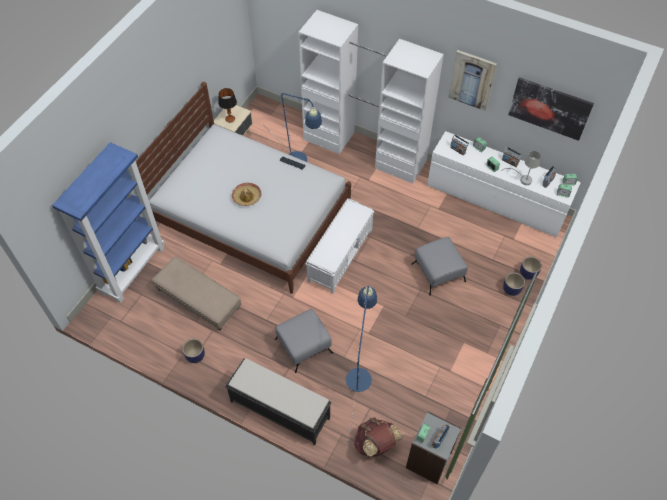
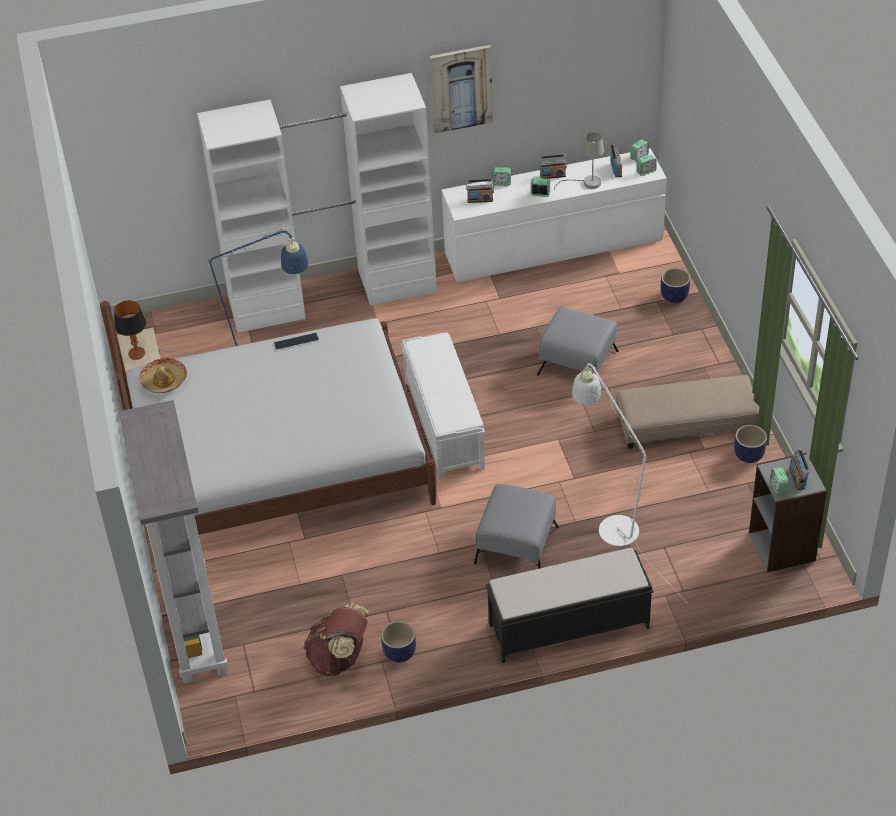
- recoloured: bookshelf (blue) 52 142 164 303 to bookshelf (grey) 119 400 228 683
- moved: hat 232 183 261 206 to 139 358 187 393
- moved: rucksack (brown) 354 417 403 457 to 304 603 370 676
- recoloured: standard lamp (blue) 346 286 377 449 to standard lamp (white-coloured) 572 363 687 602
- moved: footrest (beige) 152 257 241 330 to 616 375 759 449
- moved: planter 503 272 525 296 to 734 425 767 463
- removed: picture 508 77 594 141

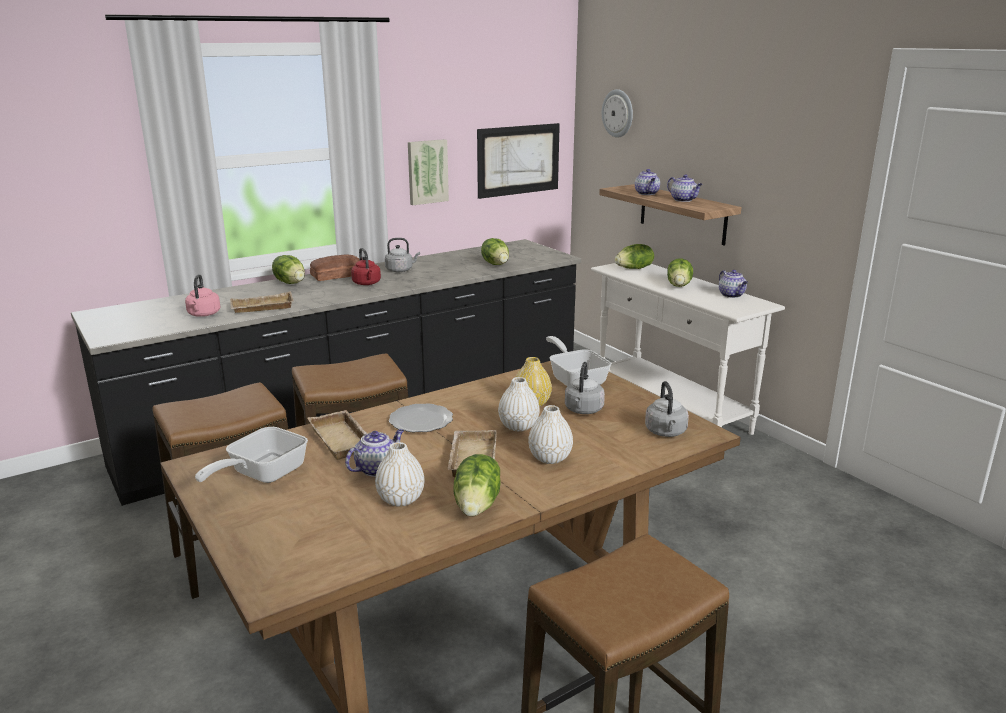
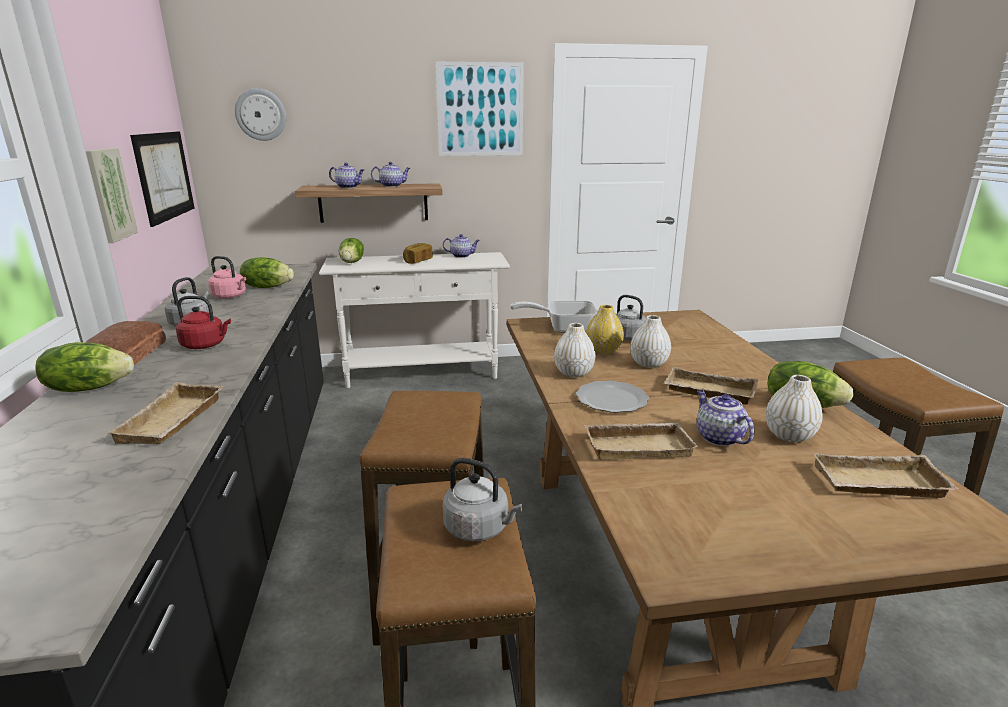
- moved: water kettle (pink-coloured) 185 274 220 317 to 208 256 246 299
- replaced: lettuce head 667 258 693 287 to bread 403 243 433 264
- added: picture 435 62 524 156
- moved: water kettle (grey) 645 381 689 437 to 443 458 523 541
- moved: flower vase (white-coloured) 528 405 573 464 to 554 323 595 377
- added: serving tray (beige) 813 452 958 498
- removed: frying pan 195 427 308 483

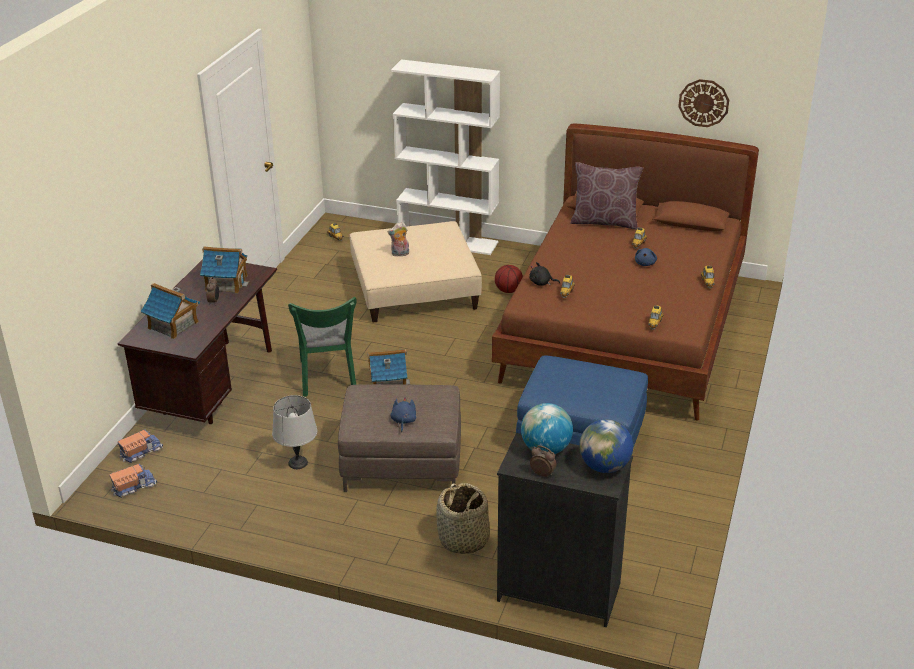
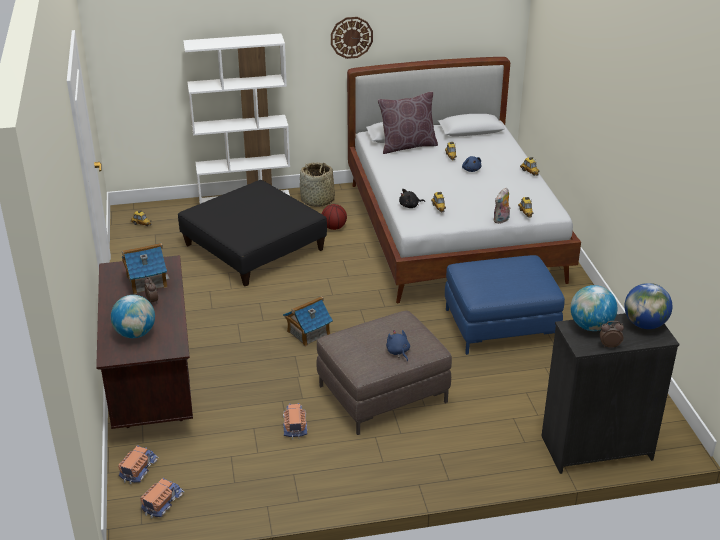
- replaced: toy house 141 283 200 339 to desk globe 111 295 155 338
- recoloured: footrest (beige) 350 221 482 323 to footrest (black-coloured) 178 180 327 287
- replaced: table lamp (grey) 272 395 317 469 to toy lorry 283 403 308 440
- moved: basket 436 483 490 554 to 300 162 335 207
- moved: wall clock 678 79 729 127 to 331 17 373 59
- recoloured: bedroom bed (brown) 492 123 759 421 to bedroom bed (white-coloured) 347 57 581 303
- moved: plush toy 388 222 409 257 to 493 188 510 224
- removed: upright chair (green-coloured) 288 297 357 397

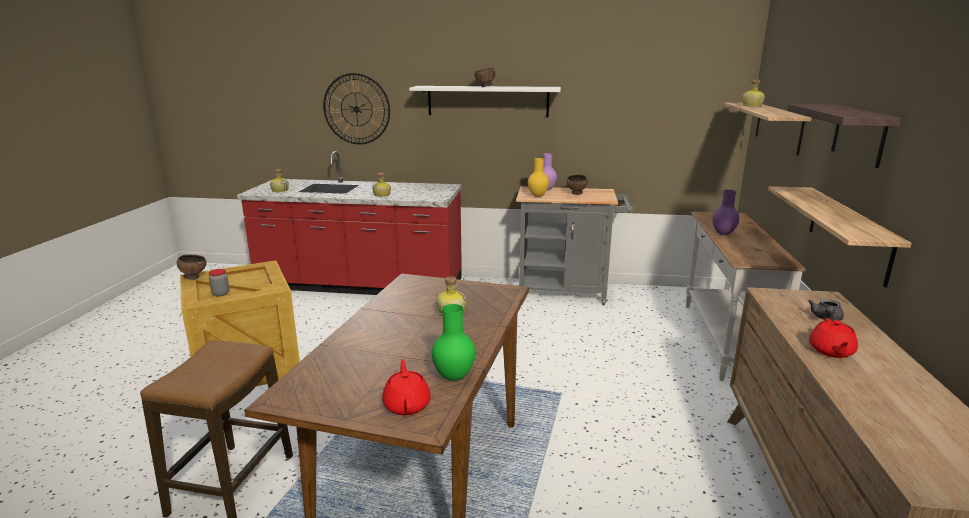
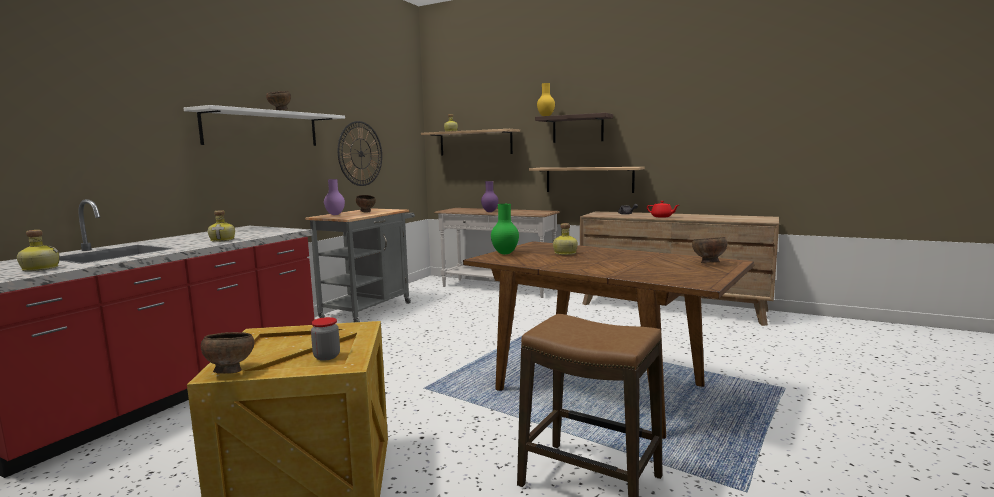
- moved: wall clock 323 73 390 144 to 338 121 382 186
- moved: flower vase (green-coloured) 432 304 475 381 to 491 204 519 254
- moved: flower vase (yellowish) 528 158 549 197 to 537 83 555 116
- replaced: pot for tea (red) 382 360 431 416 to deep dish (brown) 692 237 727 263

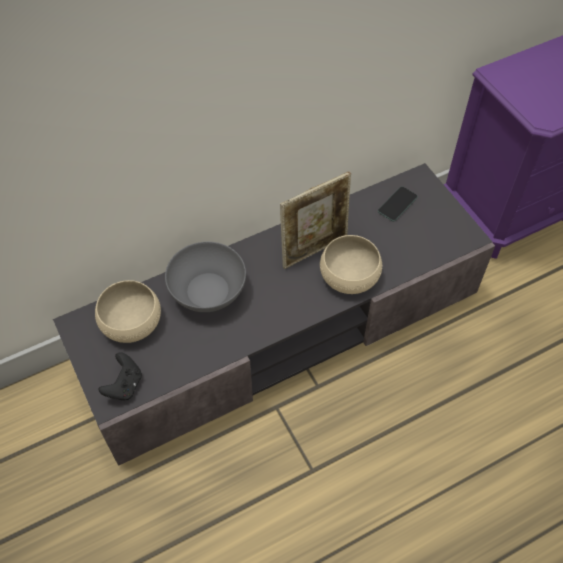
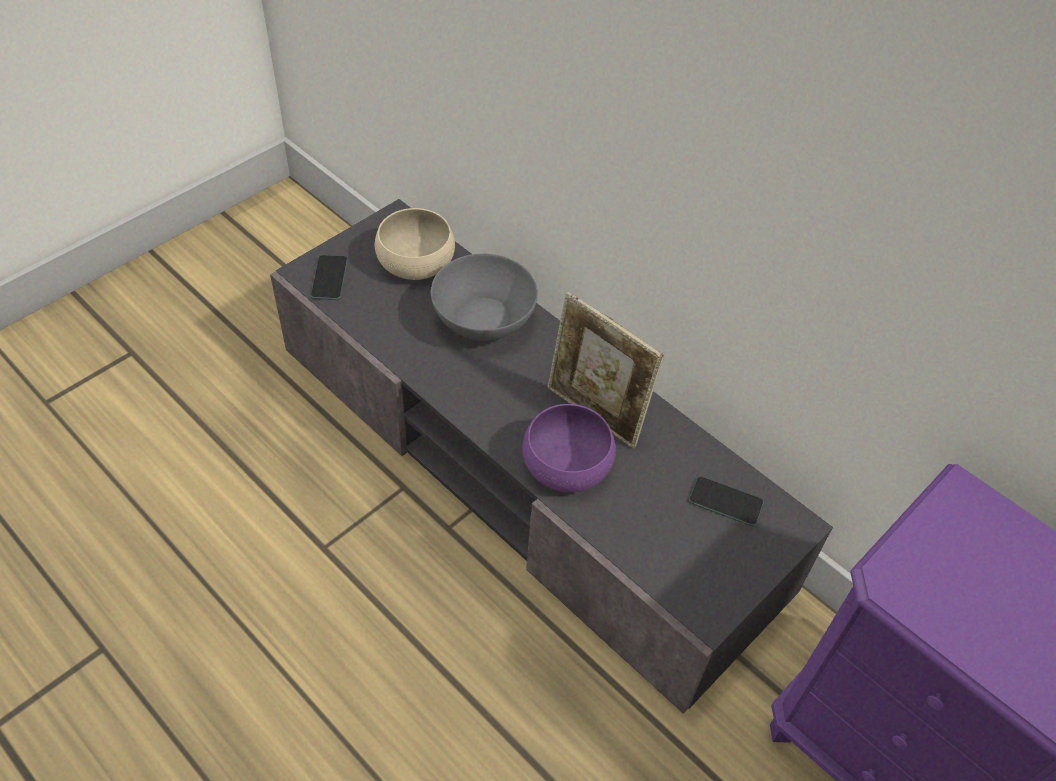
- replaced: game controller (black-coloured) 99 352 142 400 to handset 310 255 348 300
- recoloured: deep dish (beige) 320 235 382 294 to deep dish (purple-coloured) 522 404 616 492

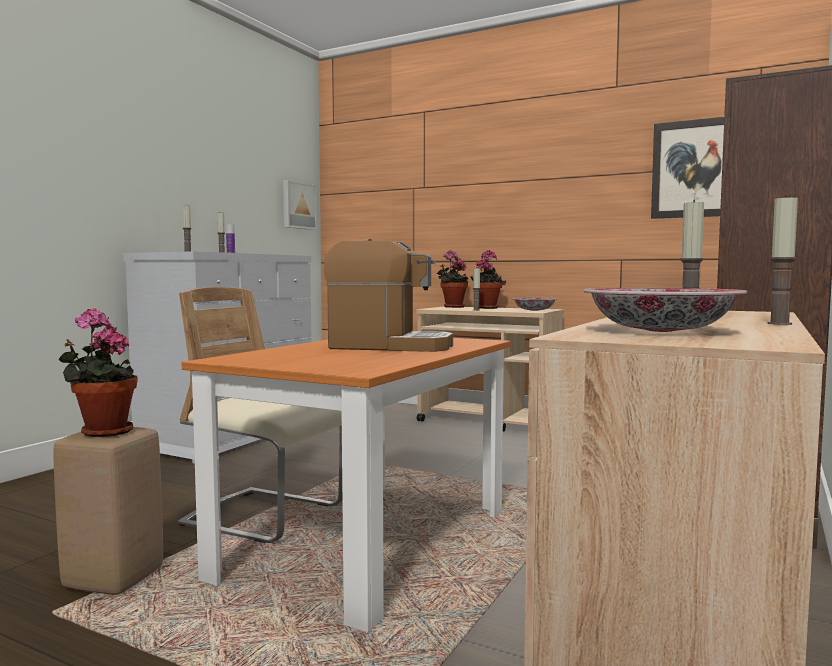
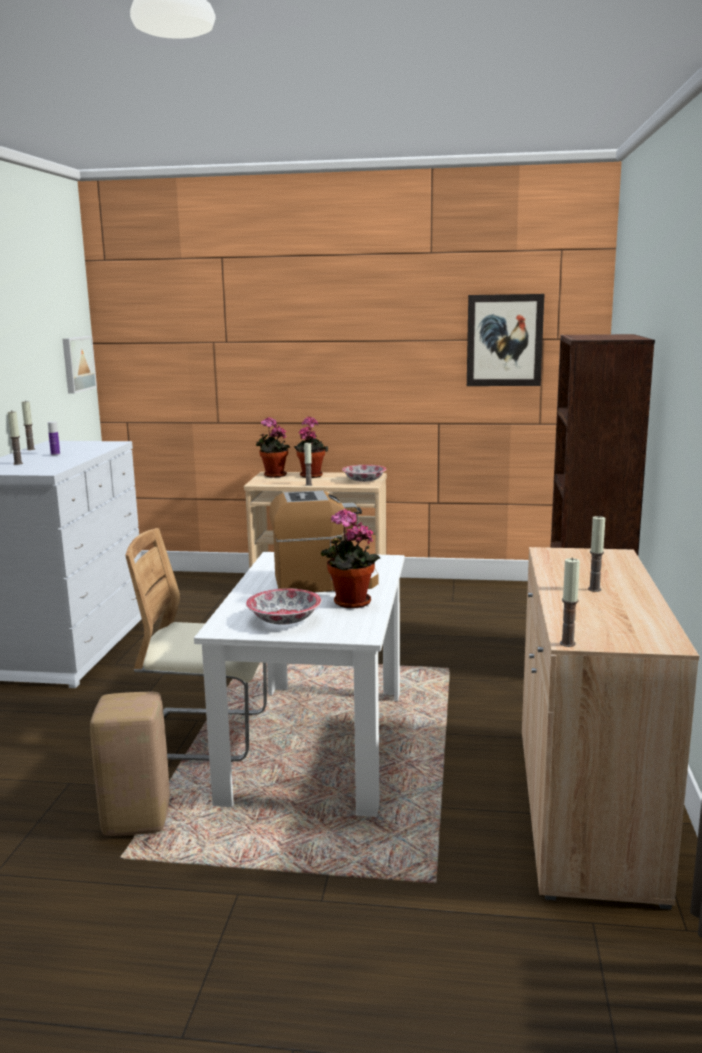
- recoloured: kitchen table (orange-coloured) 182 338 511 632 to kitchen table (white-coloured) 194 552 404 817
- moved: deep dish 583 288 747 332 to 246 589 321 625
- moved: potted plant 58 308 138 437 to 321 509 380 608
- moved: wax candle 768 194 798 325 to 560 557 580 647

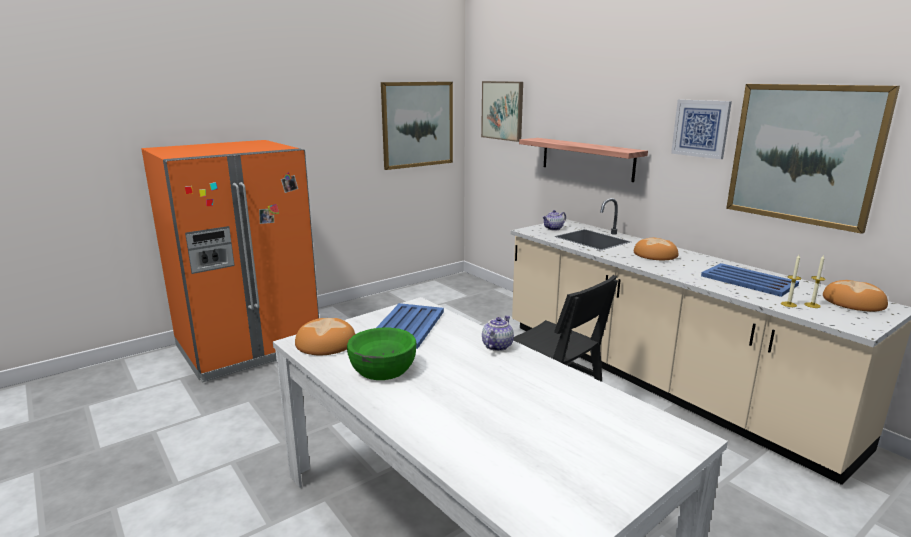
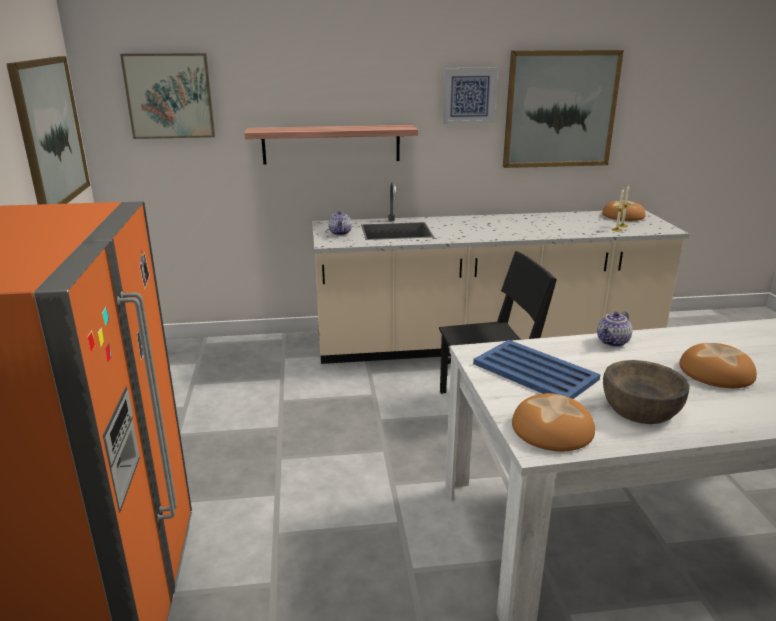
- turned: pot for tea 482 316 514 351 = 597 311 632 347 105 degrees counterclockwise
- recoloured: deep dish (green-coloured) 347 328 416 380 to deep dish (brown) 603 360 690 424
- moved: bread 634 238 678 260 to 679 343 757 388
- removed: serving tray (blue) 701 263 799 297

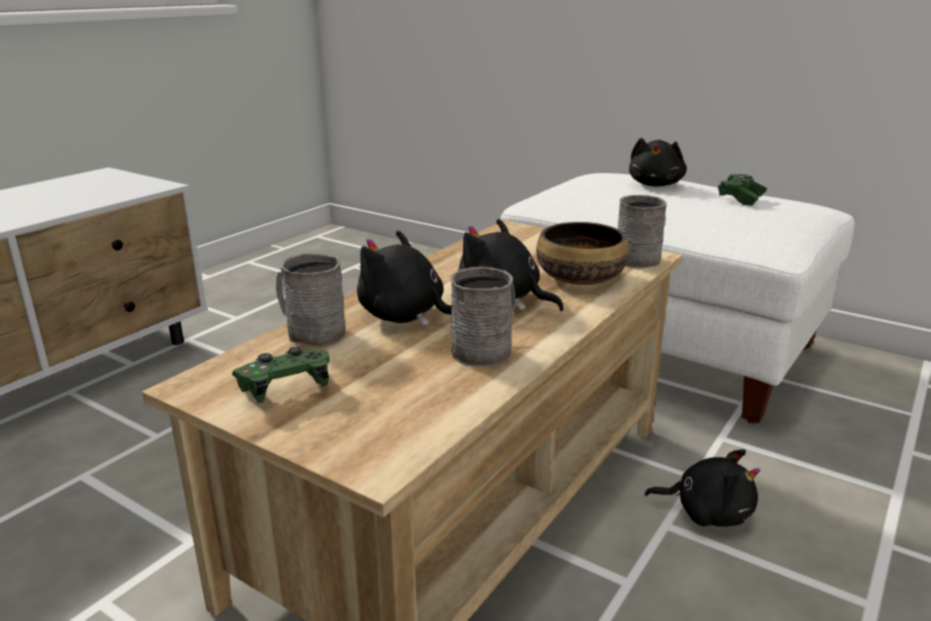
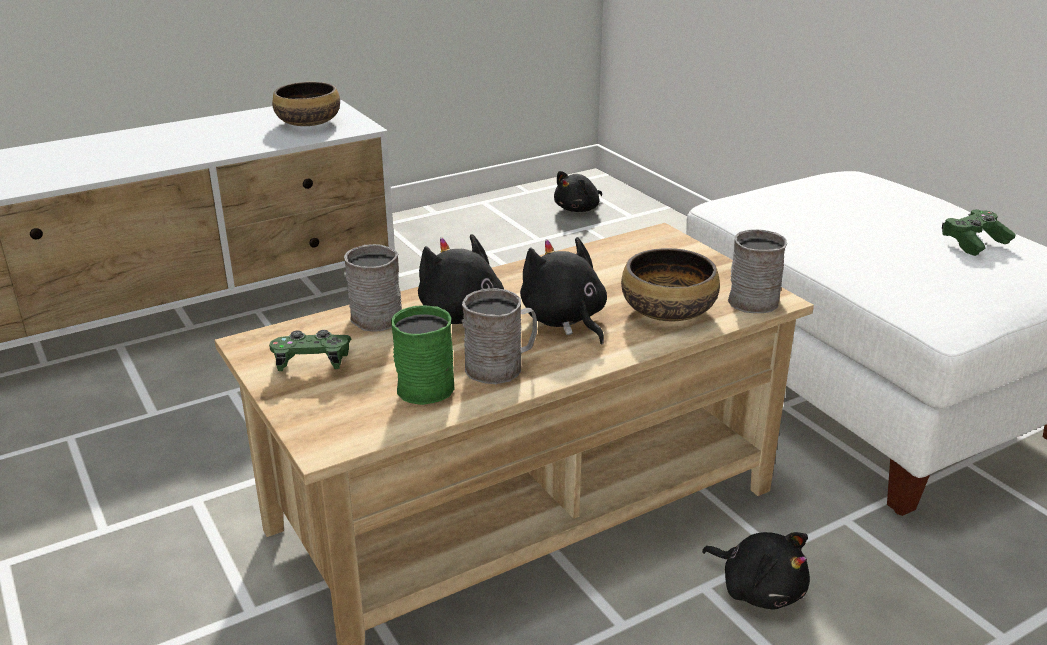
- added: deep dish 272 82 340 126
- added: tea mug (green-coloured) 391 305 455 405
- moved: plush toy (black-coloured) 629 138 687 187 to 554 171 602 212

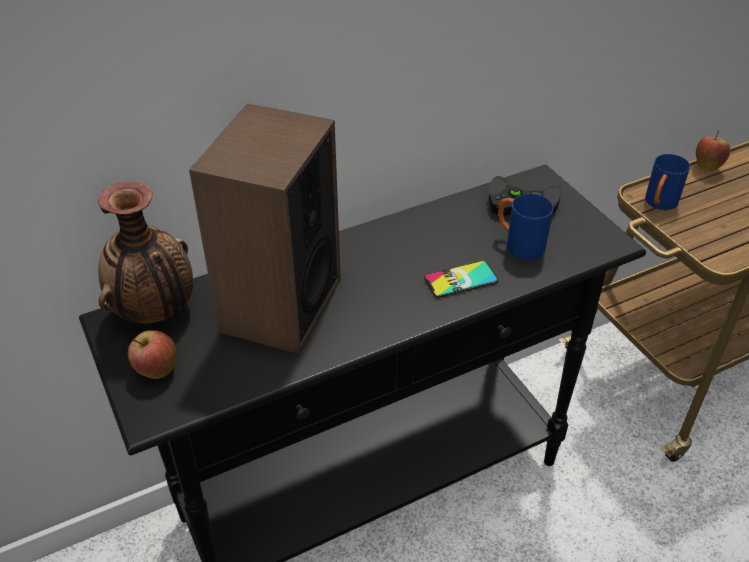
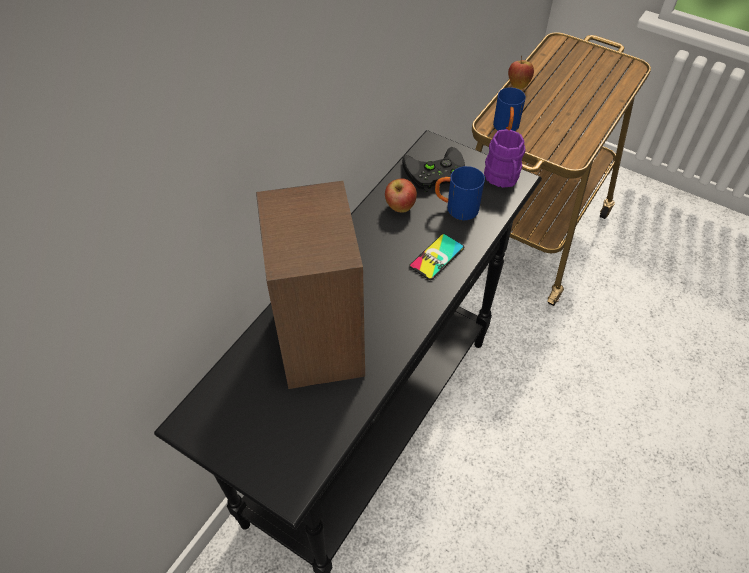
- moved: apple fruit 128 330 176 379 to 385 179 417 213
- added: tea mug (purple-coloured) 484 129 525 188
- removed: flower vase 98 181 193 324

